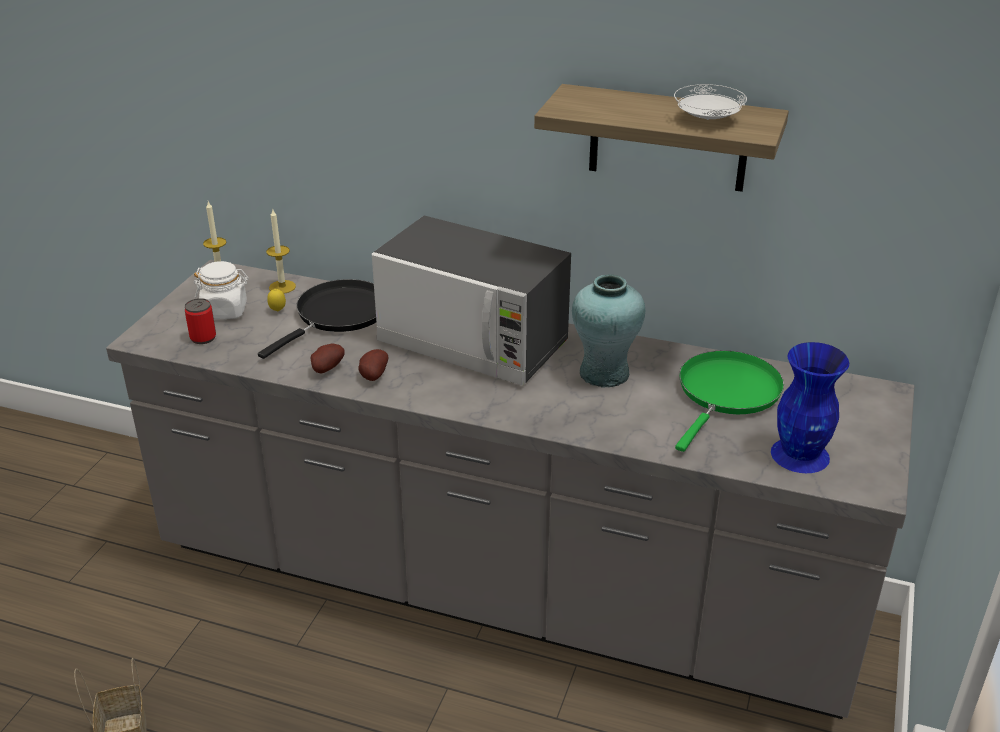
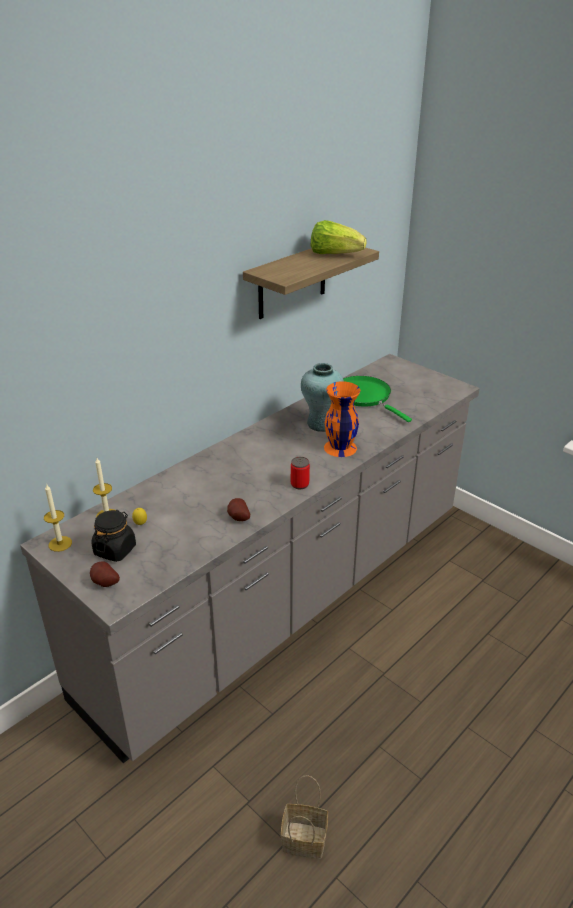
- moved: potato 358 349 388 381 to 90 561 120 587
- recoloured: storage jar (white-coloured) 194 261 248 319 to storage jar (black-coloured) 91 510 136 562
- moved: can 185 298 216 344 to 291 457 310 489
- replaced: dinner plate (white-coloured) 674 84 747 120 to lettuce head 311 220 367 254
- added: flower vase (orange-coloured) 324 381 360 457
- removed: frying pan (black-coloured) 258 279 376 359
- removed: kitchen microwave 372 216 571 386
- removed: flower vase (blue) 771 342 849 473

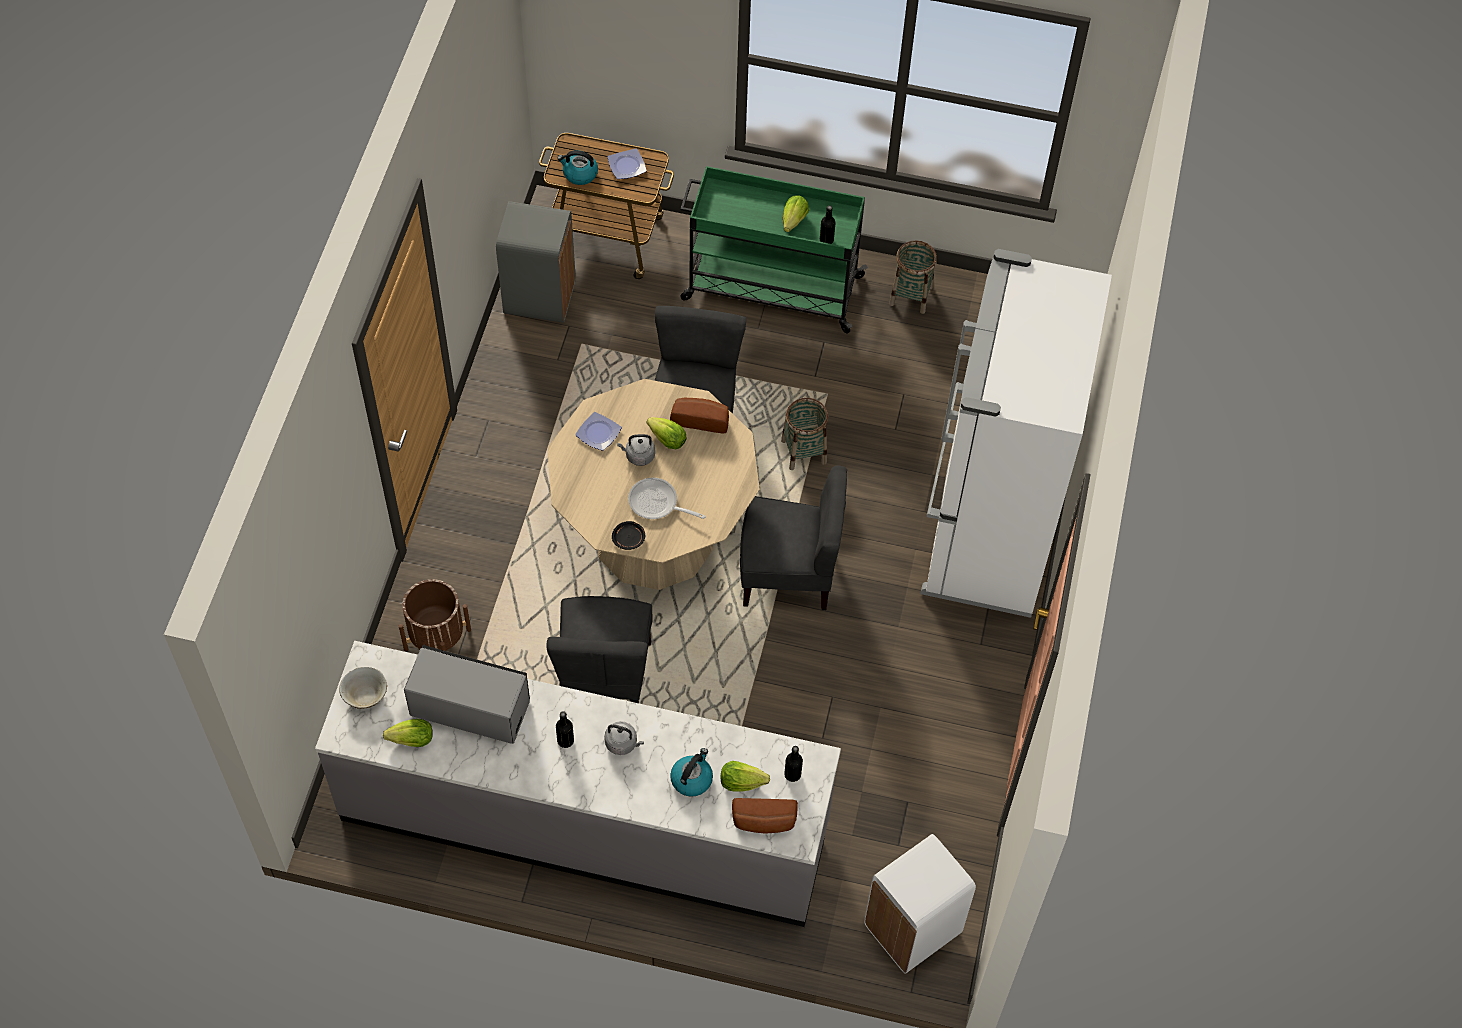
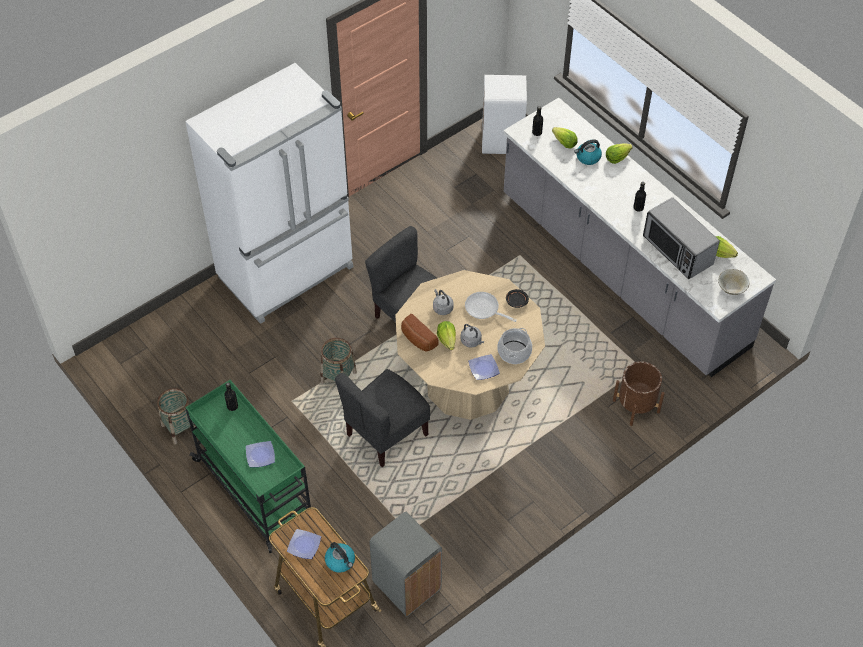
- added: dinner plate 246 441 275 467
- moved: water kettle (grey) 604 721 644 755 to 433 289 454 315
- turned: frying pan 628 478 706 519 = 465 292 517 322 150 degrees clockwise
- added: cooking pot 497 328 532 364
- moved: lettuce head 783 195 809 232 to 606 143 633 164
- removed: upright chair (grey) 547 596 652 703
- removed: bread 732 798 798 834

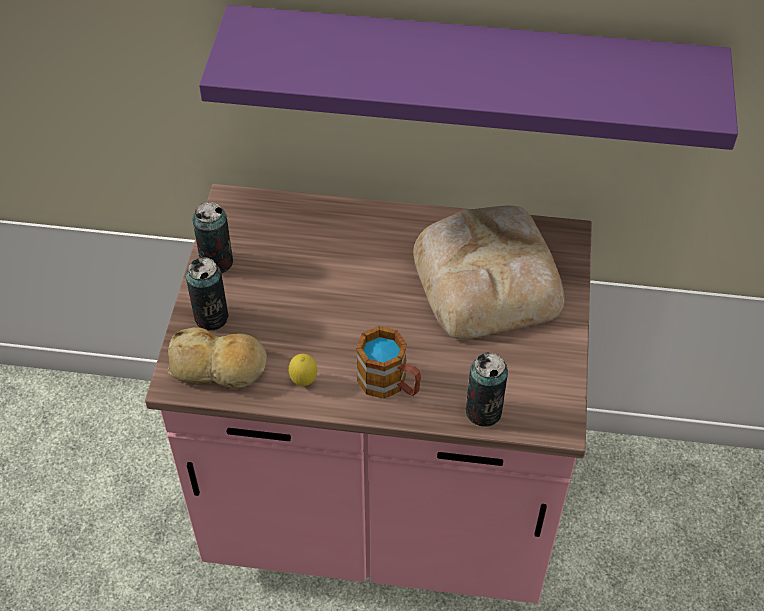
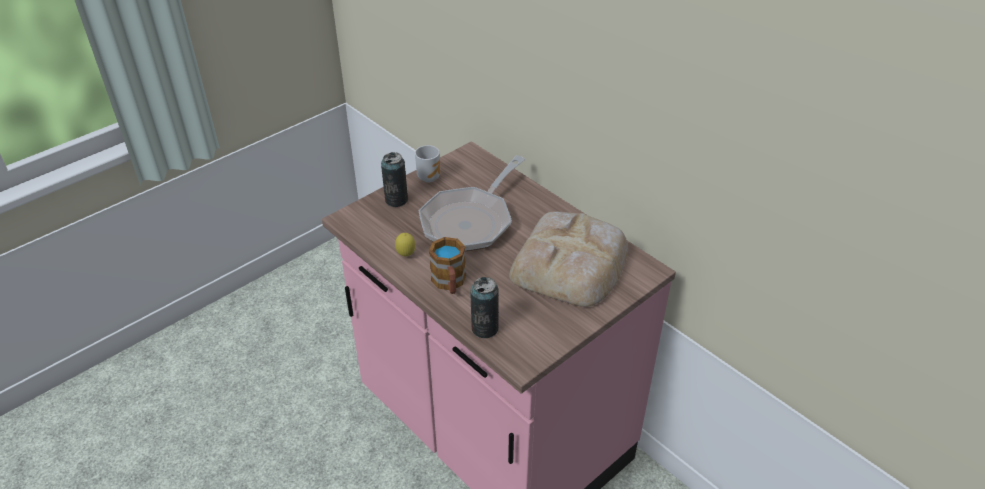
- replaced: can 192 202 233 274 to tea mug 415 145 440 182
- added: frying pan 419 156 525 251
- removed: bread 168 327 267 389
- removed: wall shelf (purple-coloured) 199 5 738 150

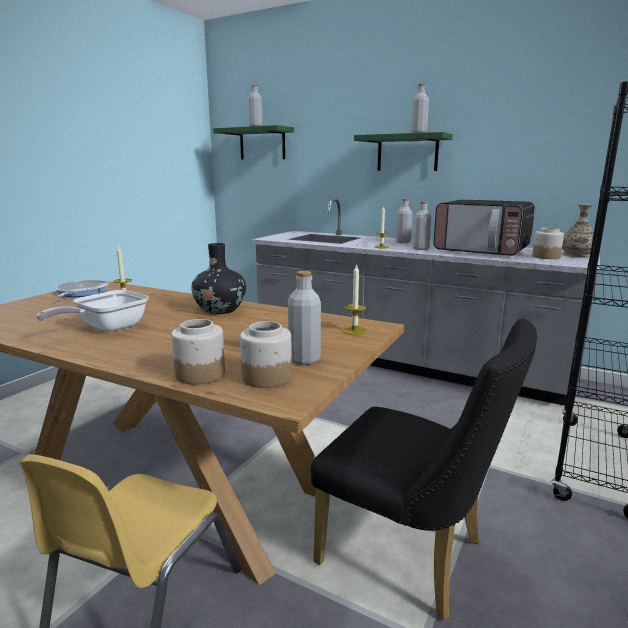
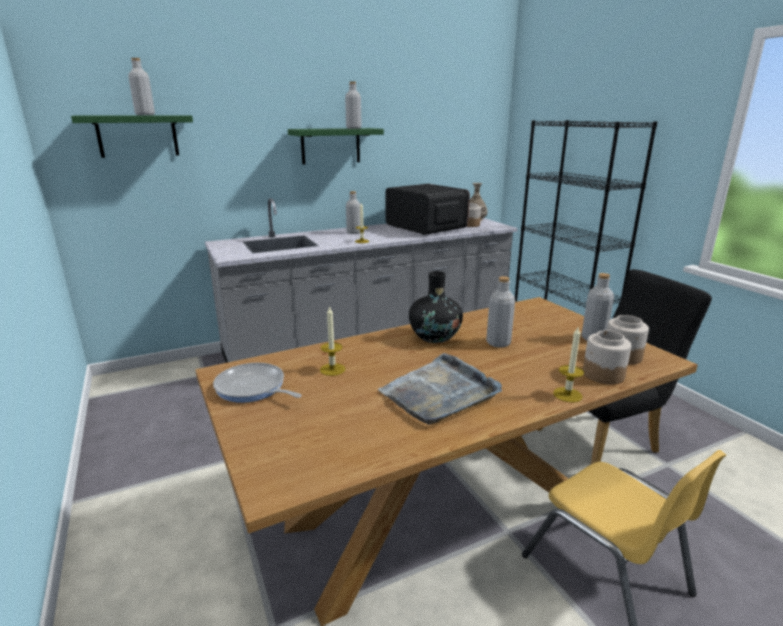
- replaced: frying pan 36 290 148 332 to serving tray (grey) 377 353 502 425
- turned: kitchen microwave 433 199 535 256 = 386 184 470 235 105 degrees counterclockwise
- moved: drink bottle (grey) 413 201 431 250 to 486 276 515 348
- moved: wax candle 342 264 367 335 to 553 327 584 402

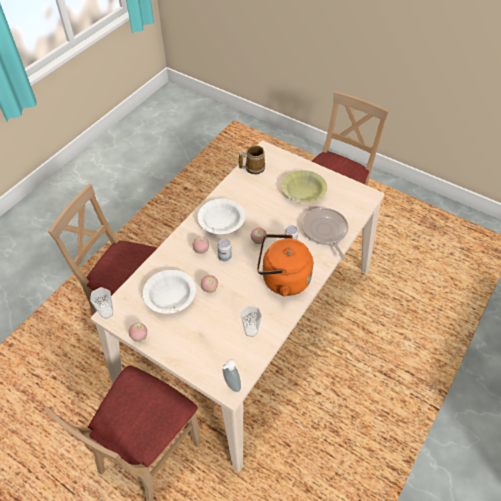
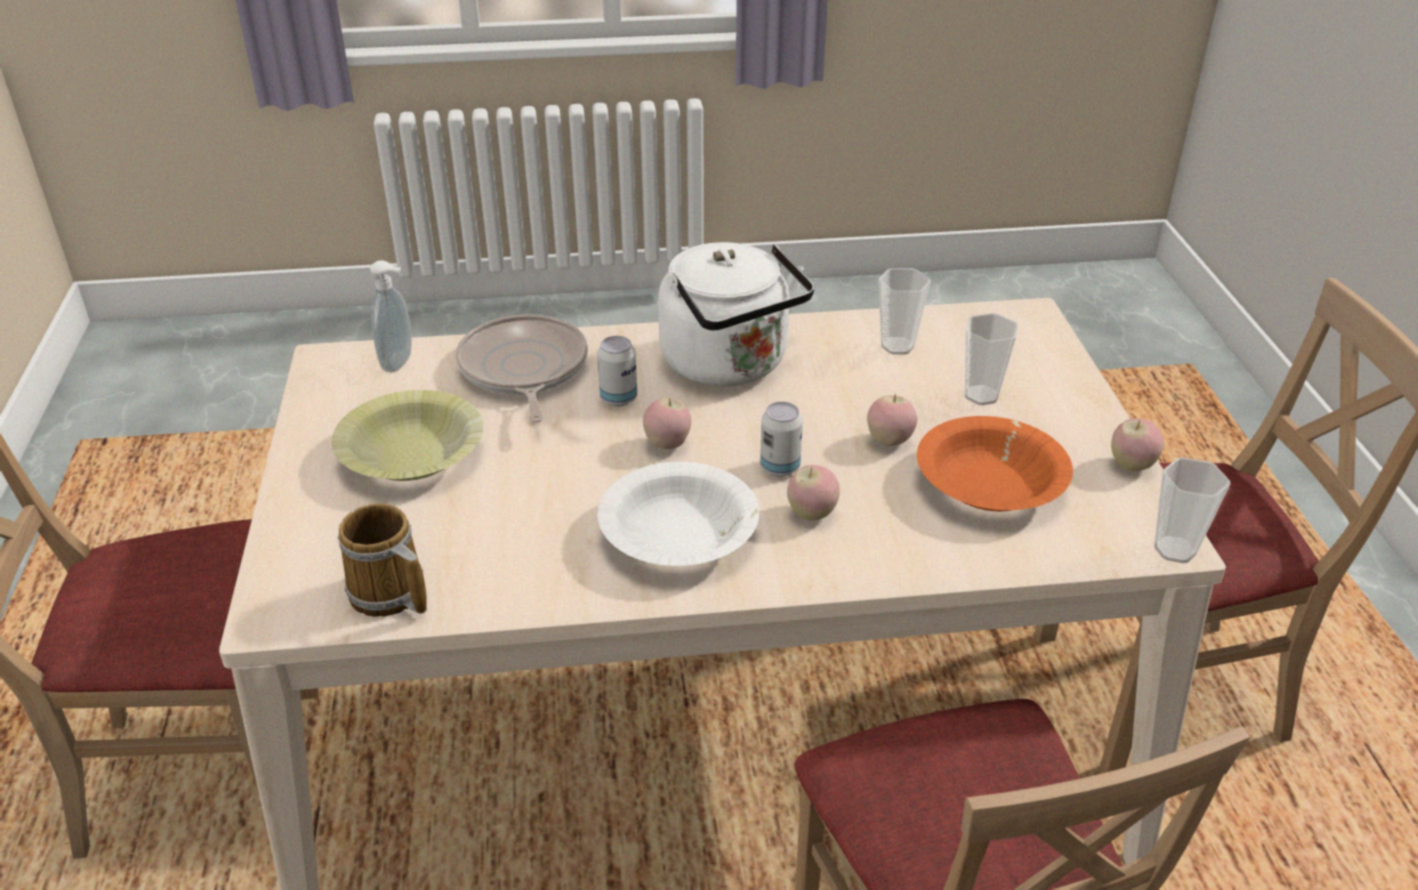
- moved: liquid soap bottle 223 359 241 392 to 370 260 412 373
- turned: frying pan 302 208 348 260 = 456 314 588 423 135 degrees clockwise
- recoloured: water kettle (orange-coloured) 257 234 313 296 to water kettle (white-coloured) 658 242 814 386
- recoloured: deep dish (white-coloured) 143 270 196 314 to deep dish (orange-coloured) 917 416 1073 511
- added: drinking cup 965 313 1018 405

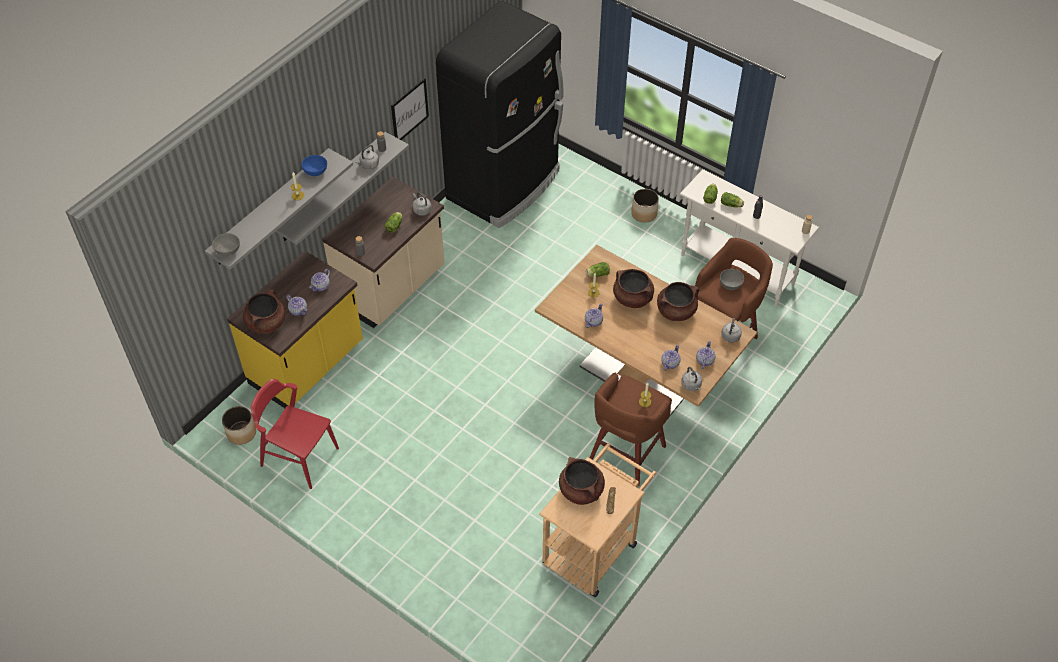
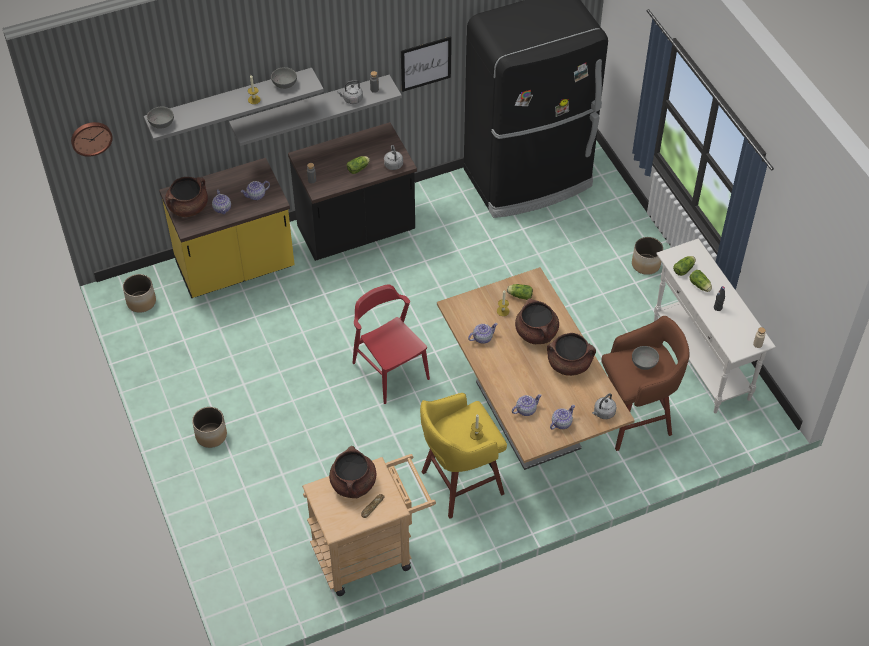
- added: wall clock 71 122 113 157
- added: planter 192 407 227 448
- recoloured: deep dish (blue) 302 155 327 176 to deep dish (grey) 271 67 297 89
- recoloured: counter (beige) 322 177 444 328 to counter (black-coloured) 288 122 417 261
- moved: upright chair (red) 251 379 339 489 to 353 284 430 404
- recoloured: sitting stool (brown) 590 373 672 487 to sitting stool (yellowish) 420 393 507 519
- removed: water kettle (grey) 681 367 702 391

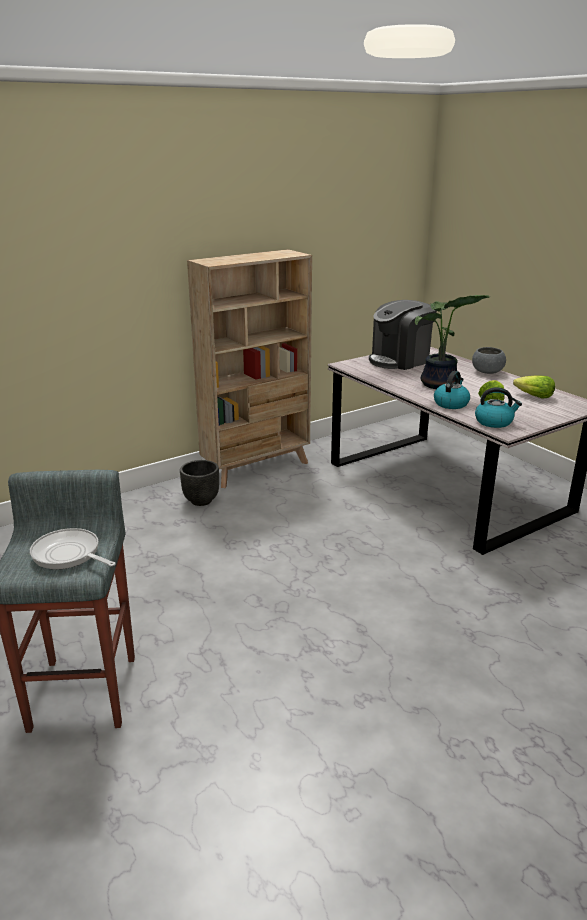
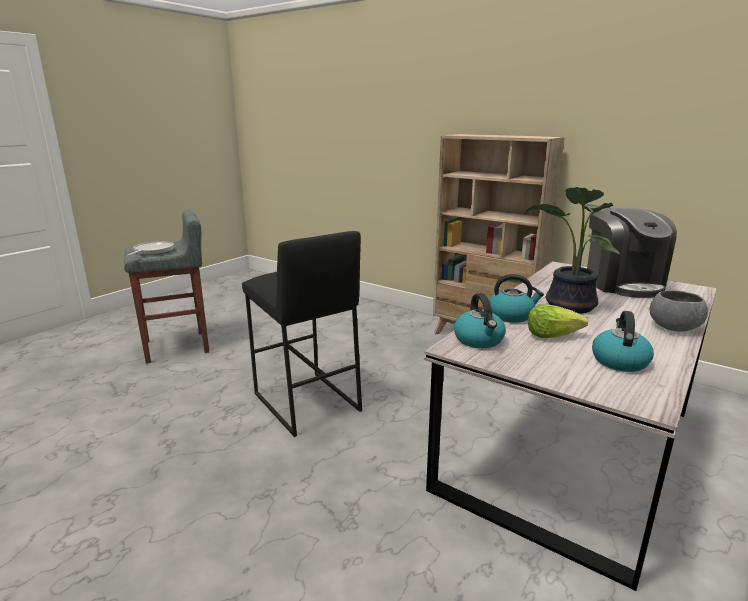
- added: sitting stool (black-coloured) 242 231 362 437
- turned: coffee machine 369 300 437 370 = 587 208 677 298 135 degrees counterclockwise
- replaced: lettuce head 513 375 555 399 to water kettle 592 311 654 372
- removed: planter (black-coloured) 180 460 219 506

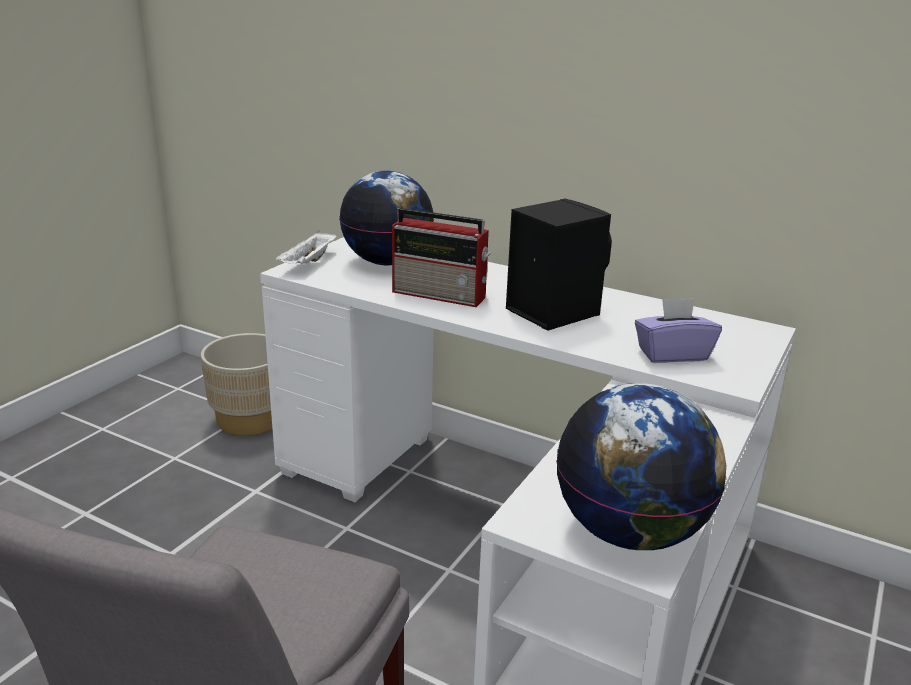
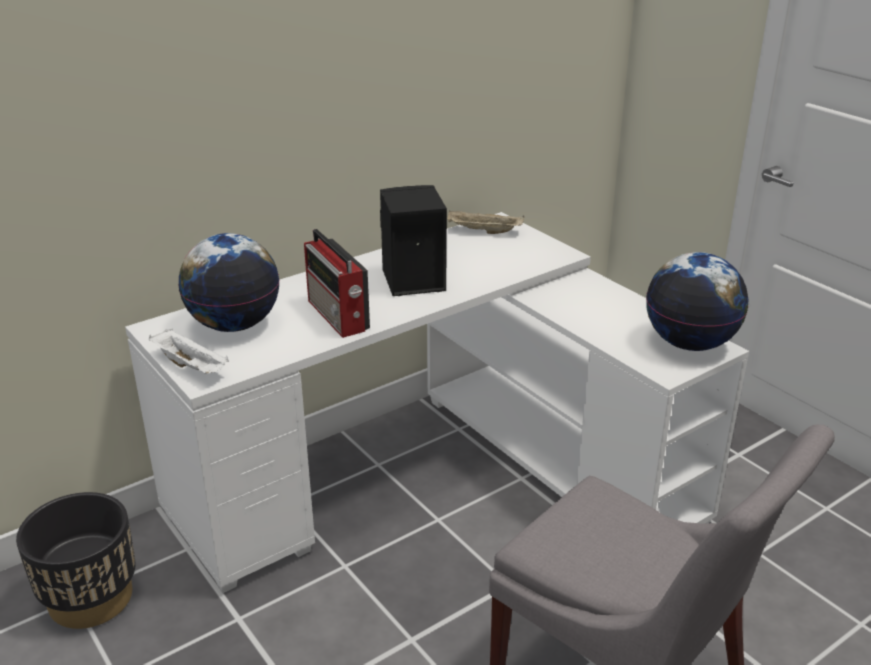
- recoloured: planter (beige) 201 333 272 436 to planter (black-coloured) 16 492 136 629
- turned: radio set 392 208 491 307 = 304 229 370 338 105 degrees clockwise
- added: serving tray (beige) 448 211 524 234
- removed: box of tissues (purple-coloured) 635 298 722 363

